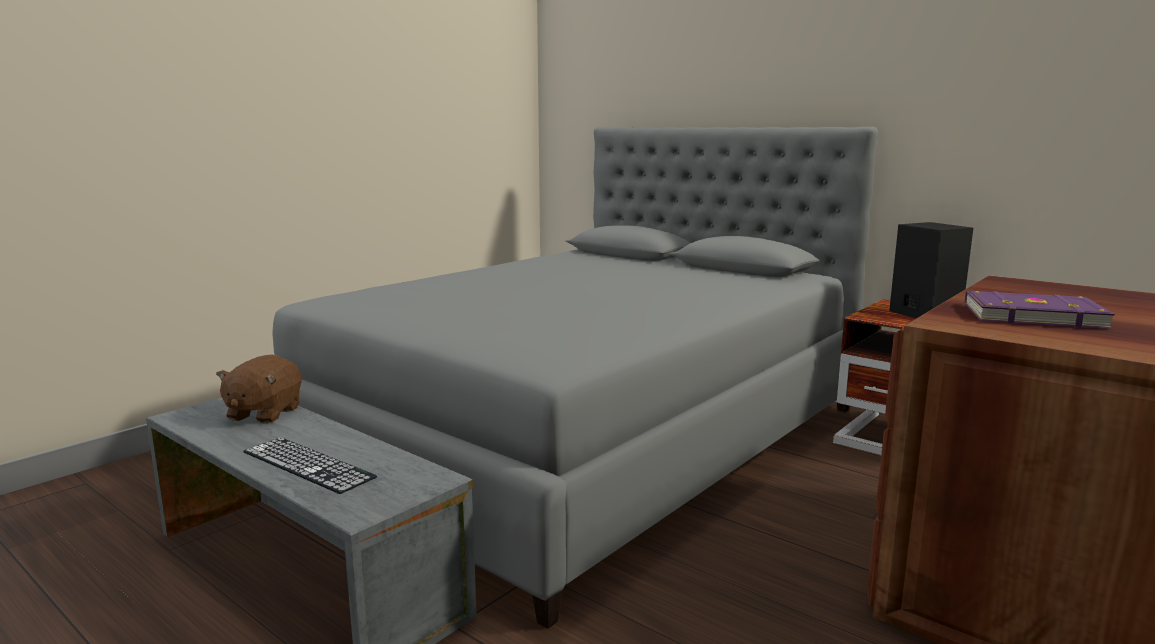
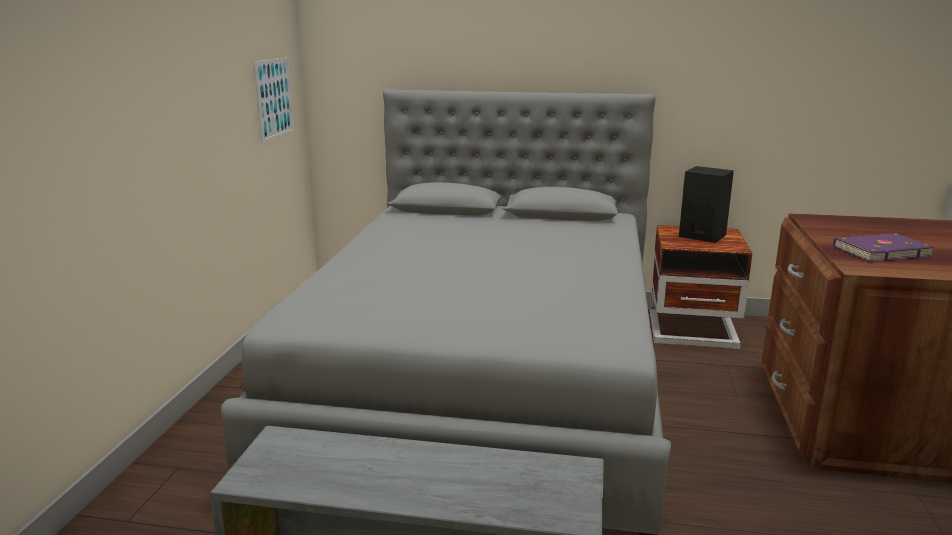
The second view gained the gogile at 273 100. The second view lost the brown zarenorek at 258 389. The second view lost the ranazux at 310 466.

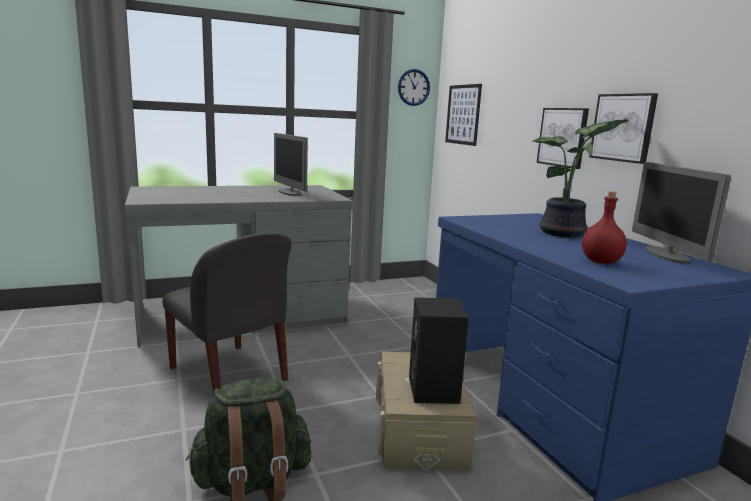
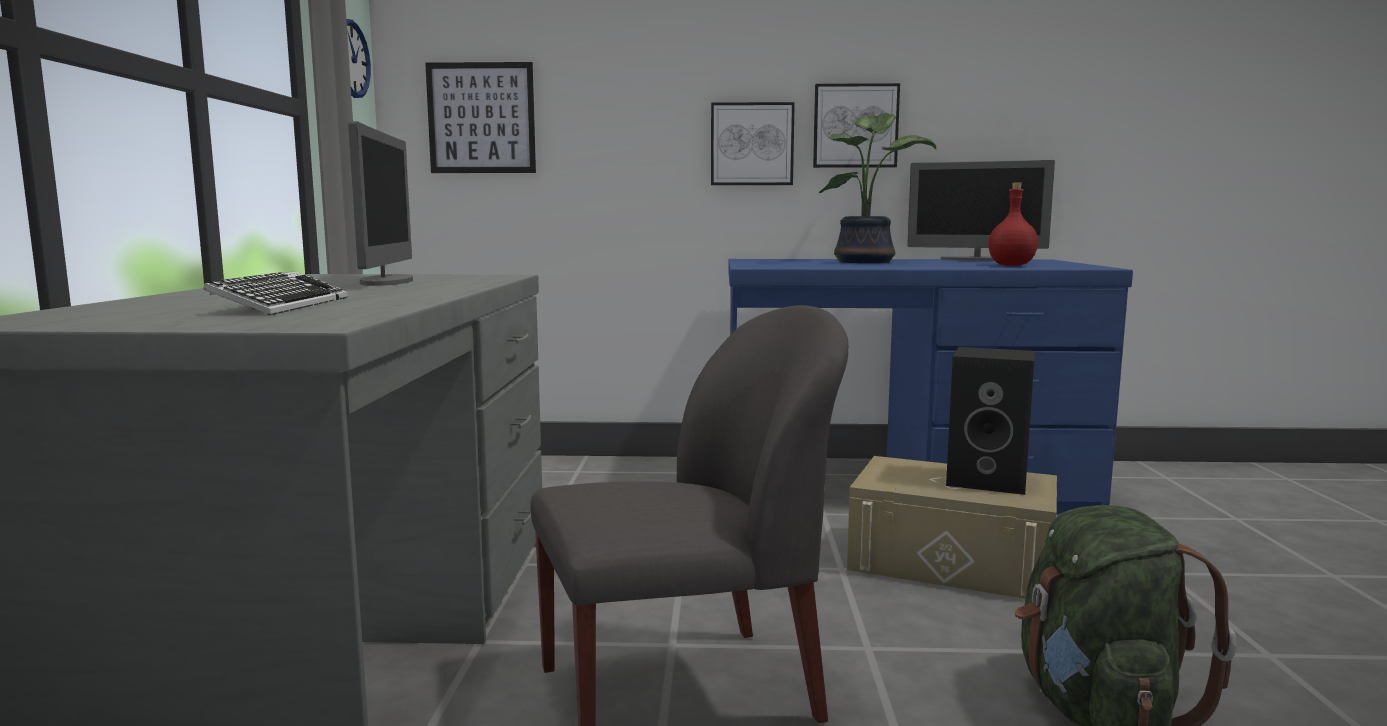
The second view gained the ranazux at 275 293. The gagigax at 291 164 ended up facing another way, 90 degrees counterclockwise from before.

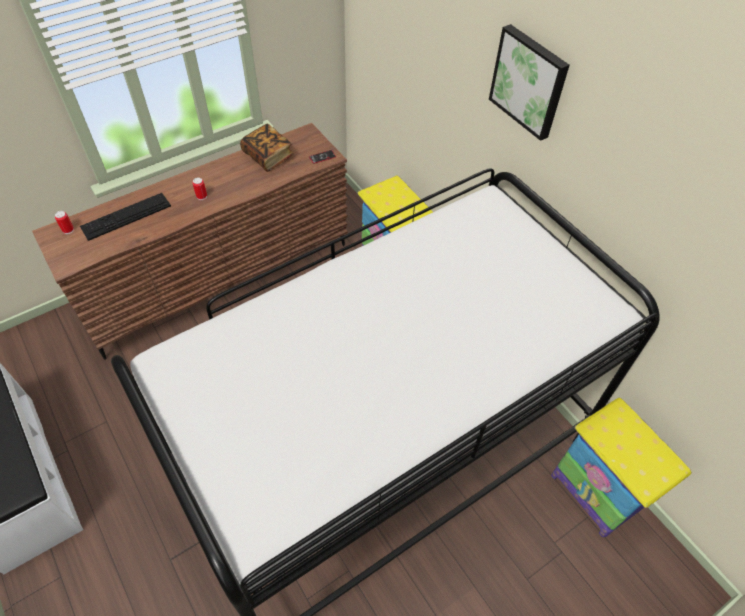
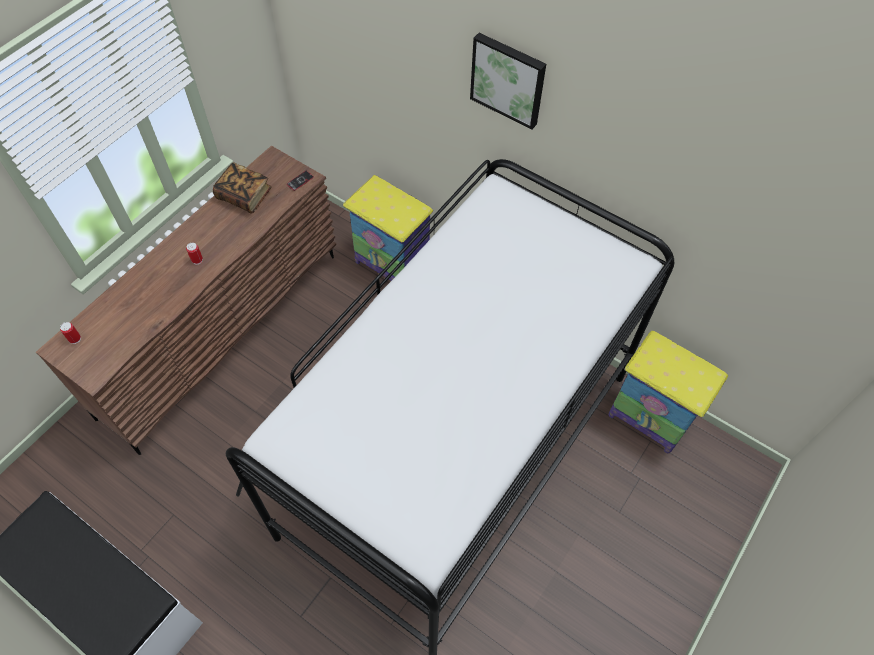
The second view lost the ranazux at 125 217.

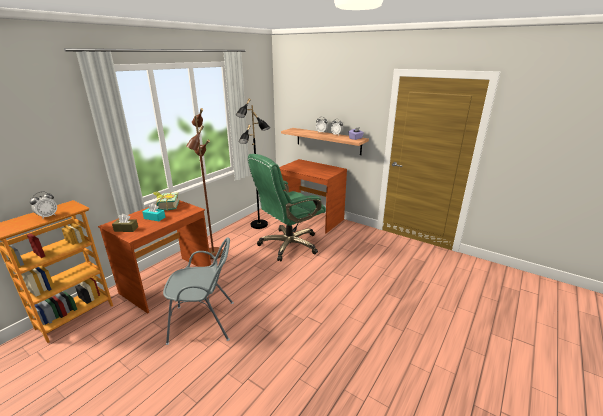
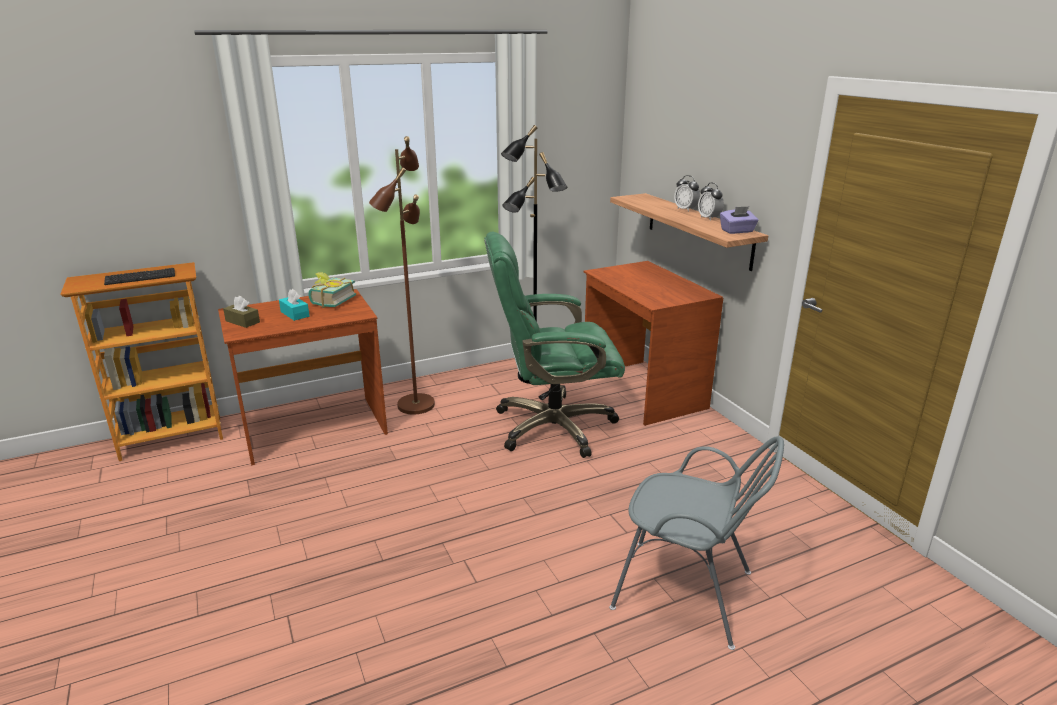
Where the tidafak stood at 43 205, the ranazux came to stand at 139 276. The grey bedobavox ended up elsewhere, having gone from 198 291 to 696 543.

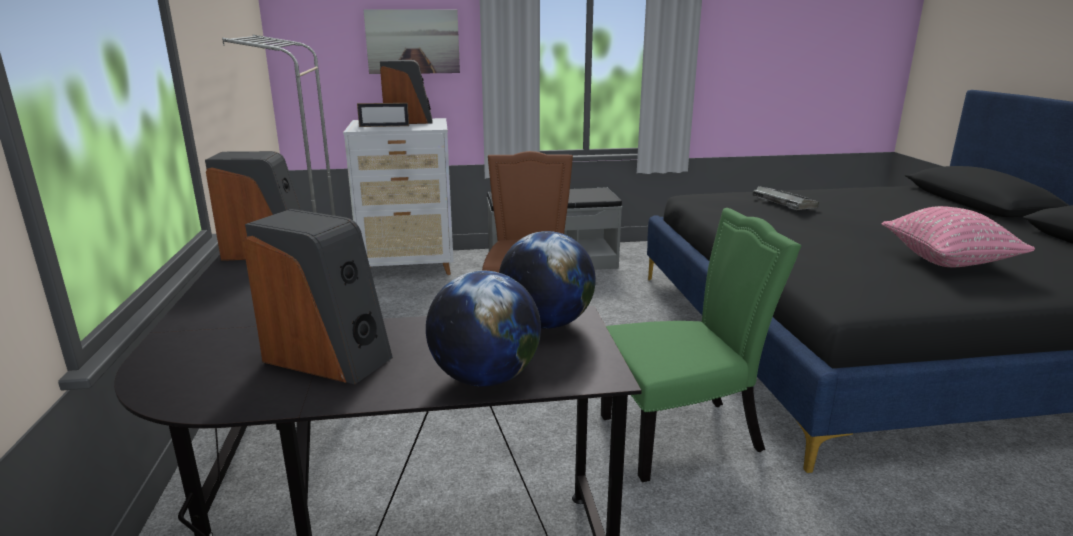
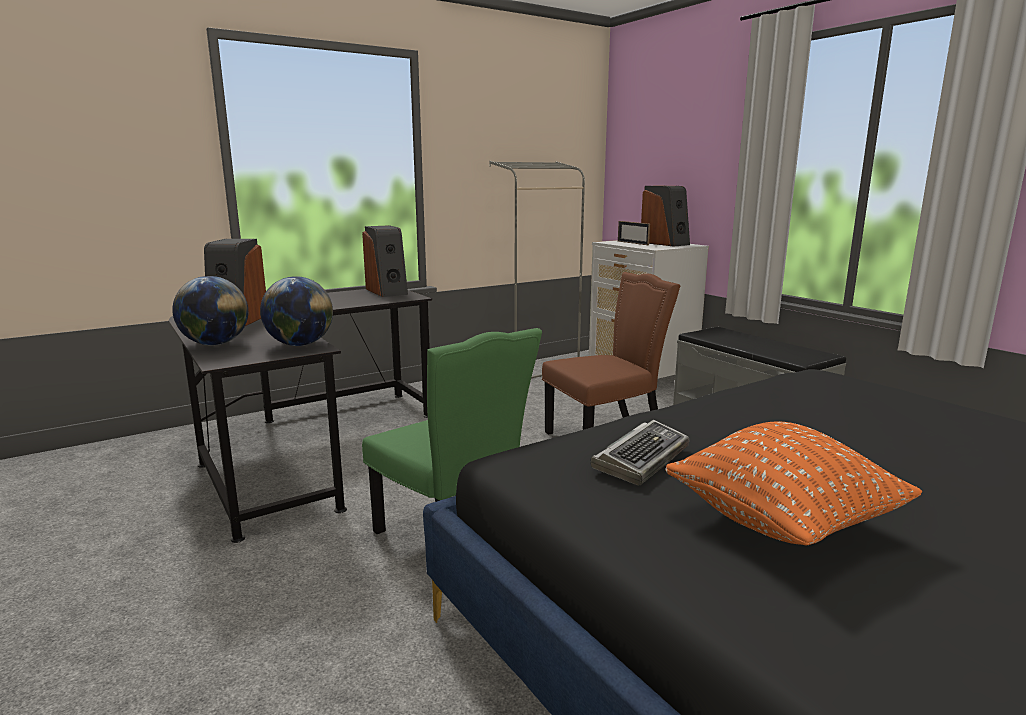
The ranazux ended up elsewhere, having gone from 786 198 to 639 453. What was the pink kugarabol at 958 236 turned into the orange kugarabol at 793 483. The second view lost the gogile at 411 41.

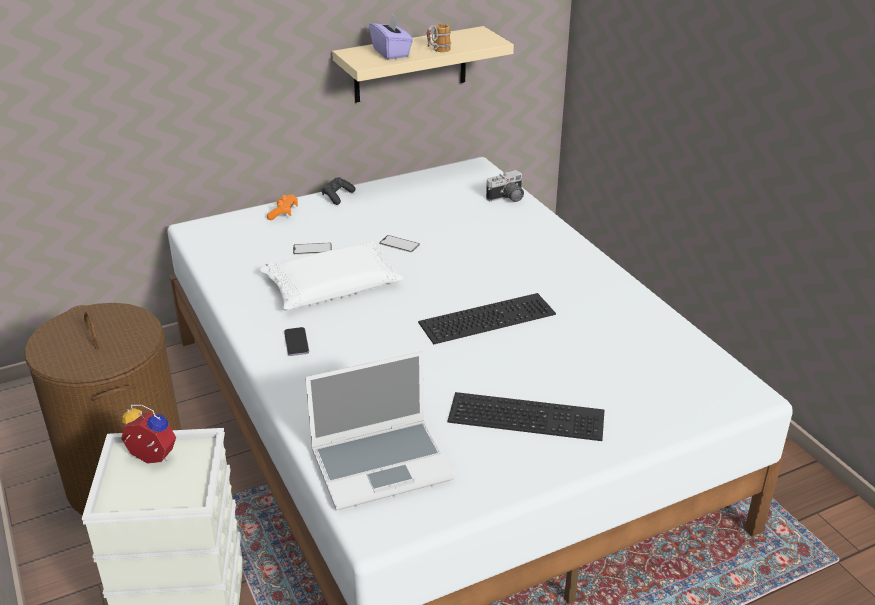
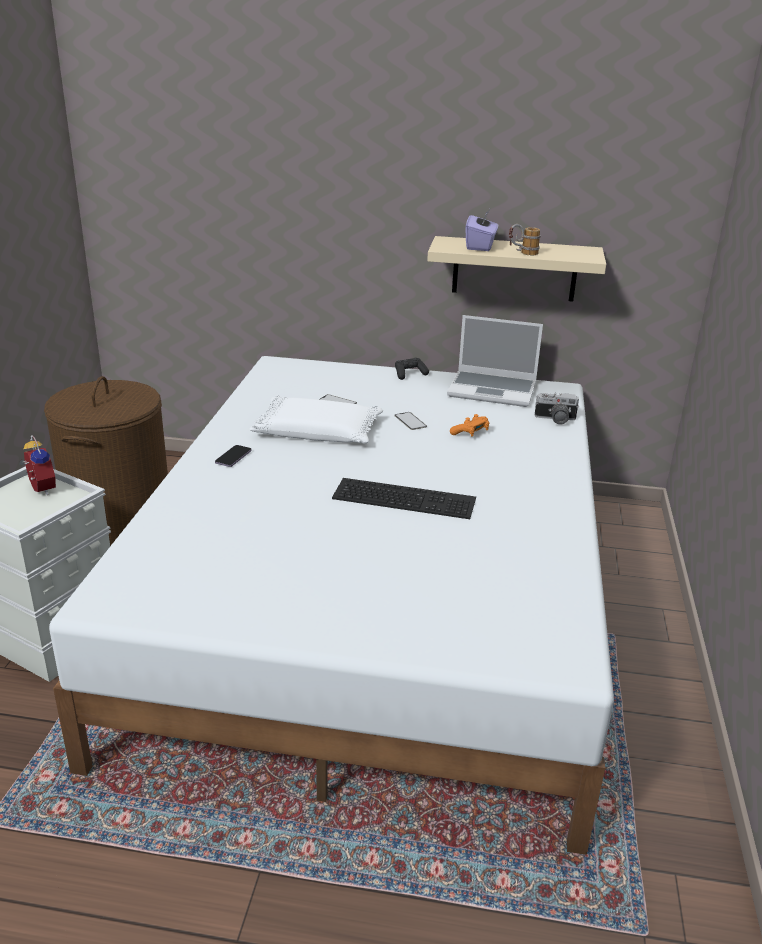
The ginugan ended up elsewhere, having gone from 379 430 to 495 361. The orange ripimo ended up elsewhere, having gone from 282 207 to 469 425. The second view lost the ranazux at 526 416.

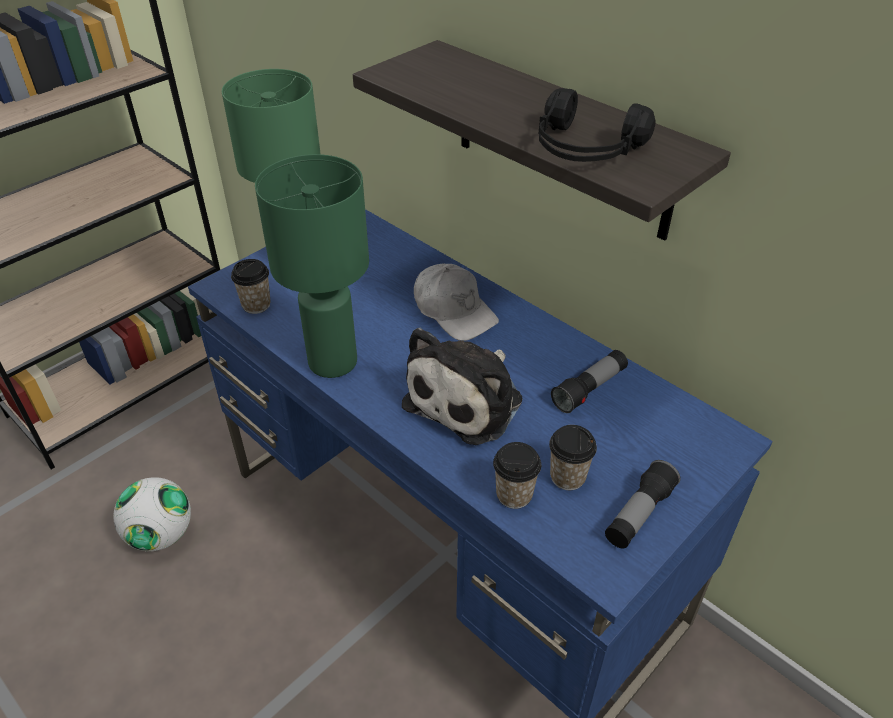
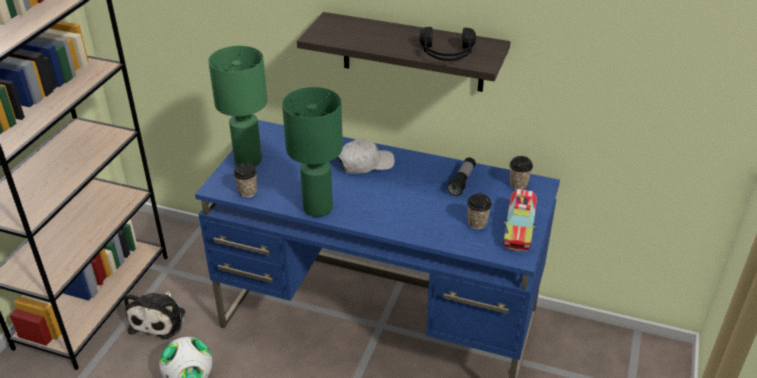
The zarenorek ended up elsewhere, having gone from 462 386 to 154 315. The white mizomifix at 456 302 ended up facing another way, 45 degrees counterclockwise from before. Where the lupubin stood at 642 504, the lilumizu came to stand at 520 220. The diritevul ended up elsewhere, having gone from 517 475 to 521 173.

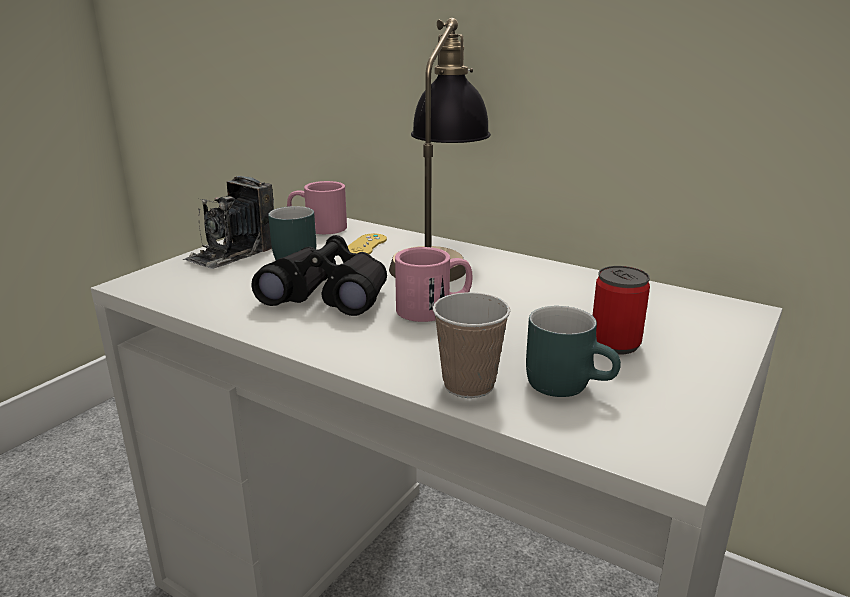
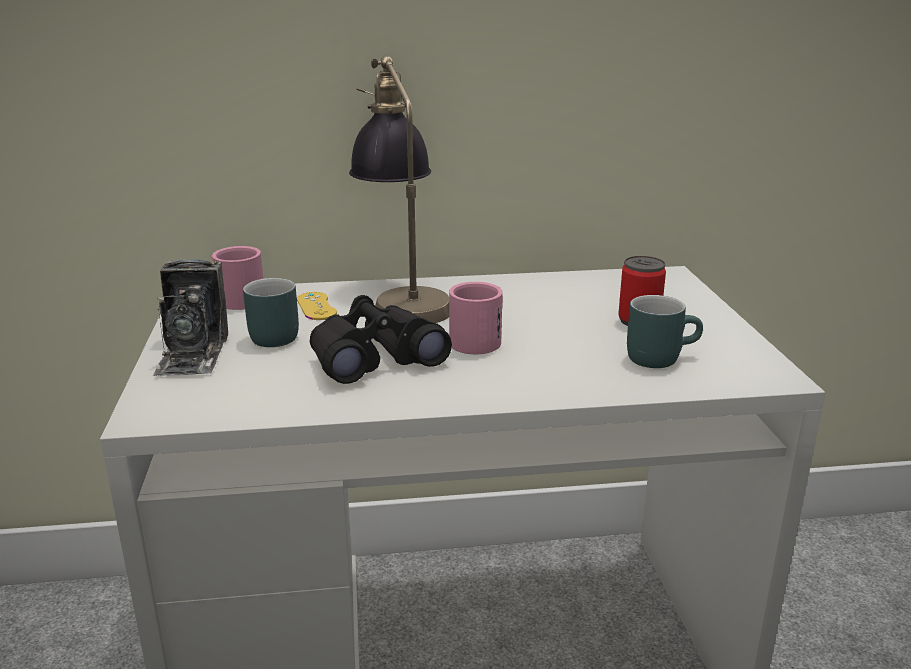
The second view lost the diritevul at 471 345.

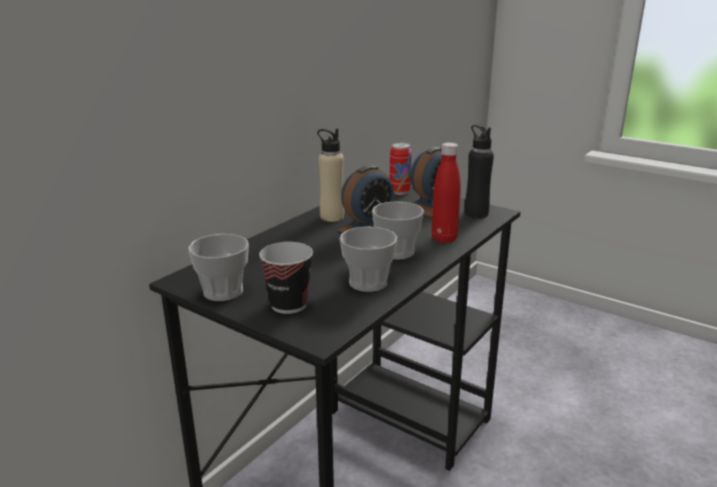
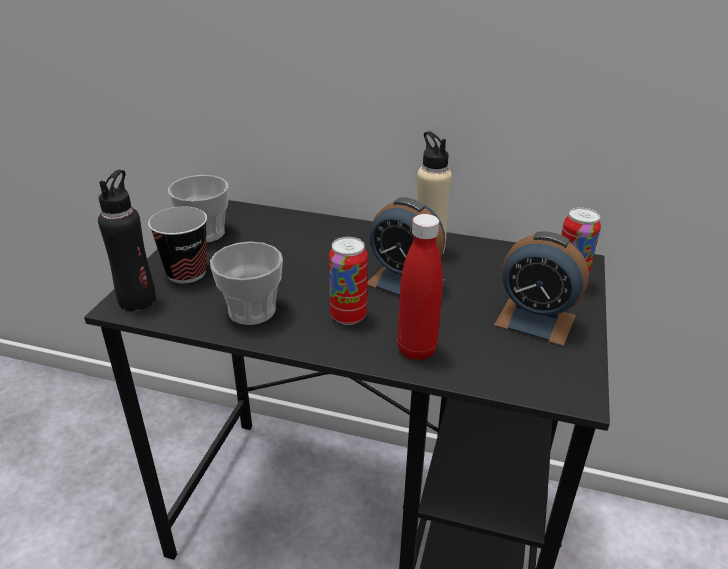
The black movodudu ended up elsewhere, having gone from 479 171 to 127 240. Where the diritevul stood at 398 230, the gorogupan came to stand at 348 281.

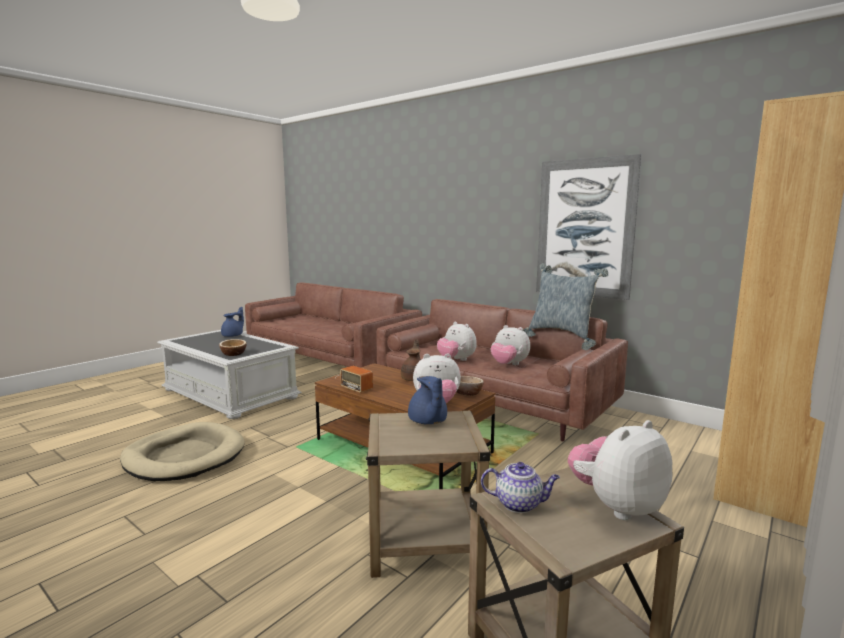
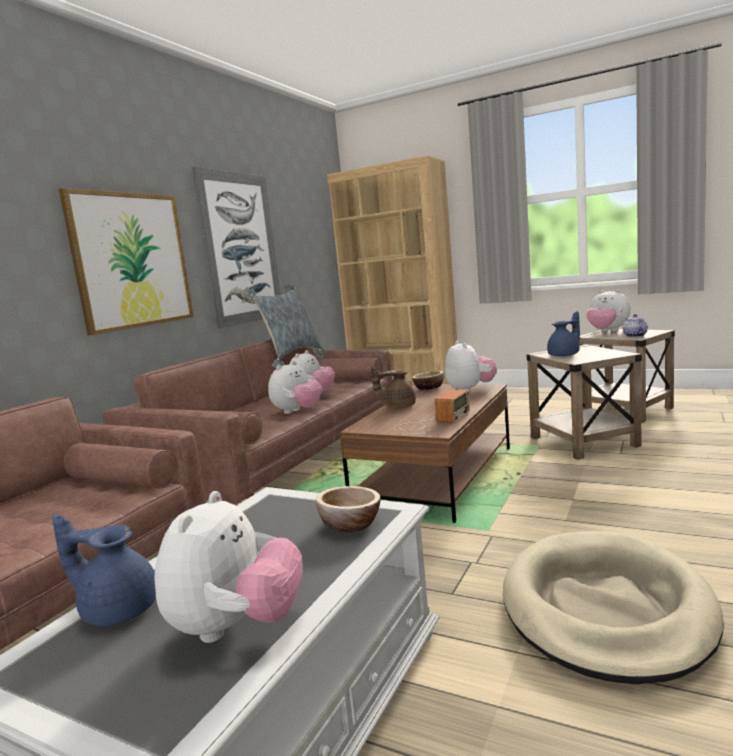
The second view gained the gogile at 126 261. The second view gained the zarenorek at 228 567.

